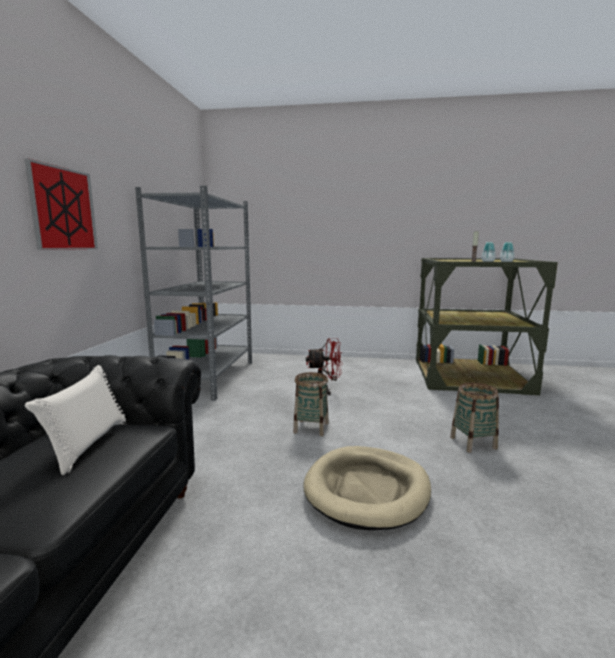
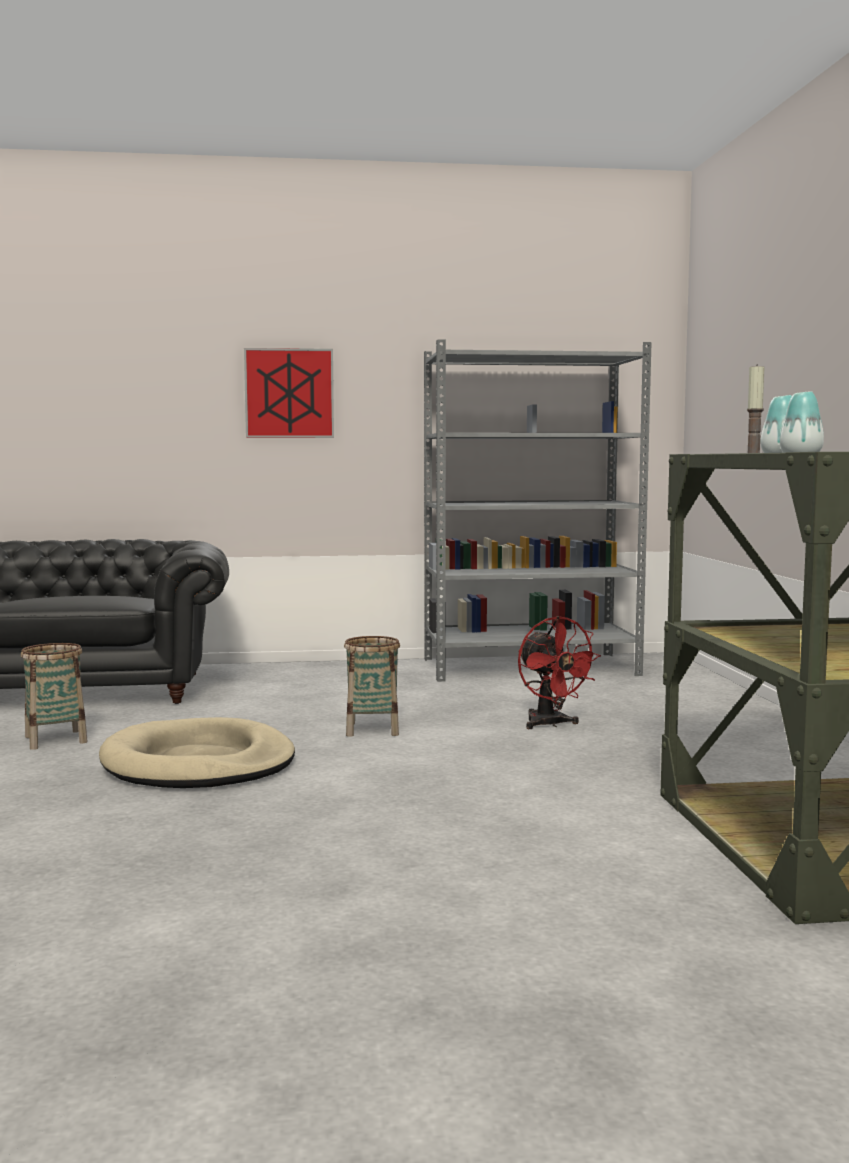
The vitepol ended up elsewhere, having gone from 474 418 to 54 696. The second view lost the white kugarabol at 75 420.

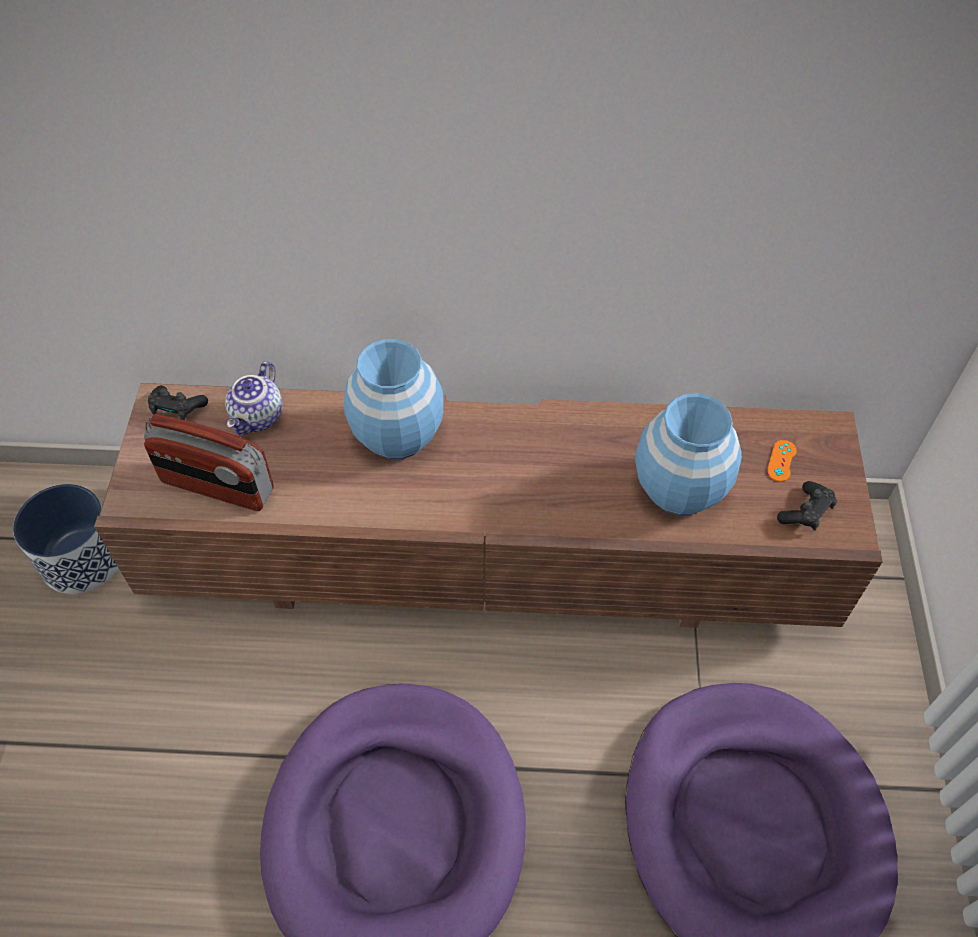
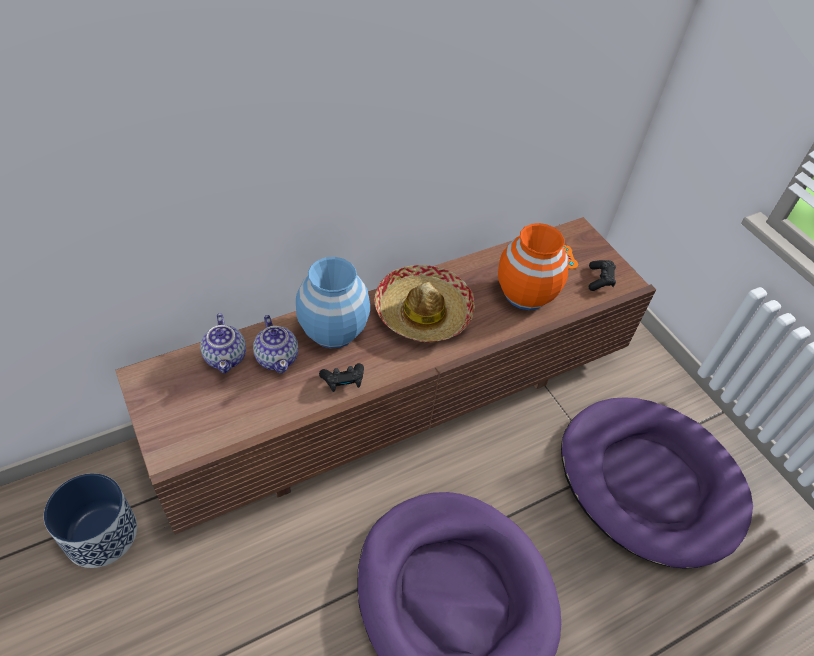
The second view gained the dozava at 275 344. The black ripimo ended up elsewhere, having gone from 178 402 to 341 377. The second view gained the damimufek at 424 304. What was the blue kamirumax at 688 454 turned into the orange kamirumax at 533 266. The second view lost the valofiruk at 209 462.

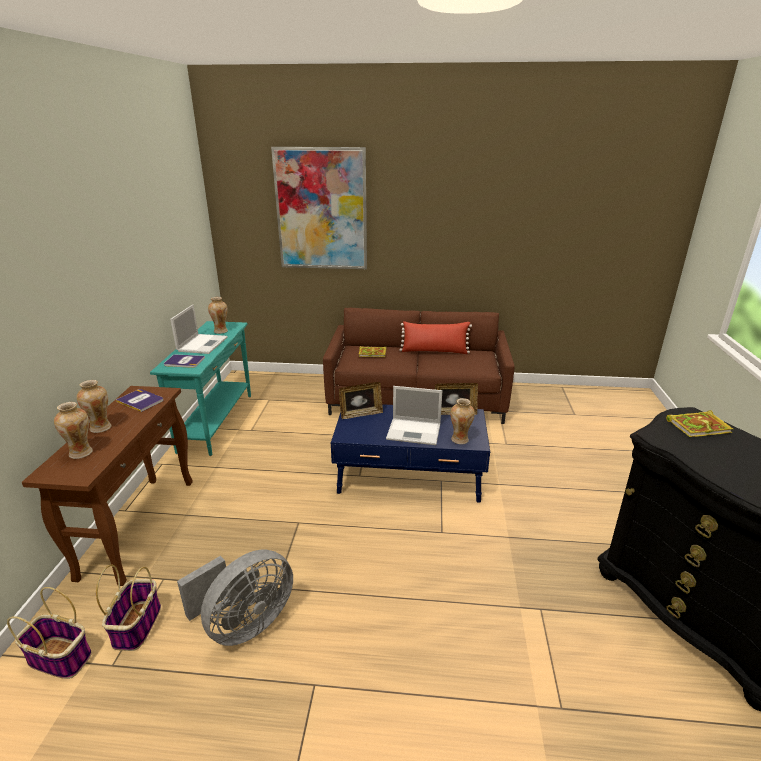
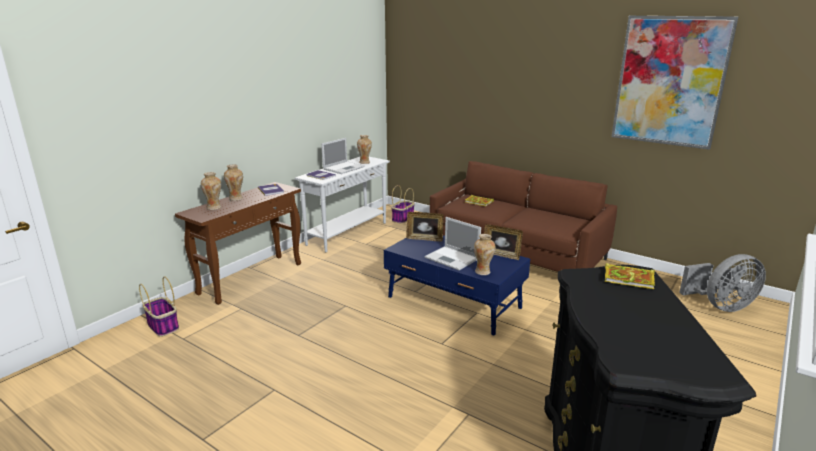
What was the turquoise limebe at 200 388 turned into the white limebe at 342 204. The vitepol ended up elsewhere, having gone from 128 607 to 403 204. The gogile ended up elsewhere, having gone from 319 208 to 675 83. The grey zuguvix ended up elsewhere, having gone from 235 598 to 722 283. The second view lost the red kugarabol at 435 337.

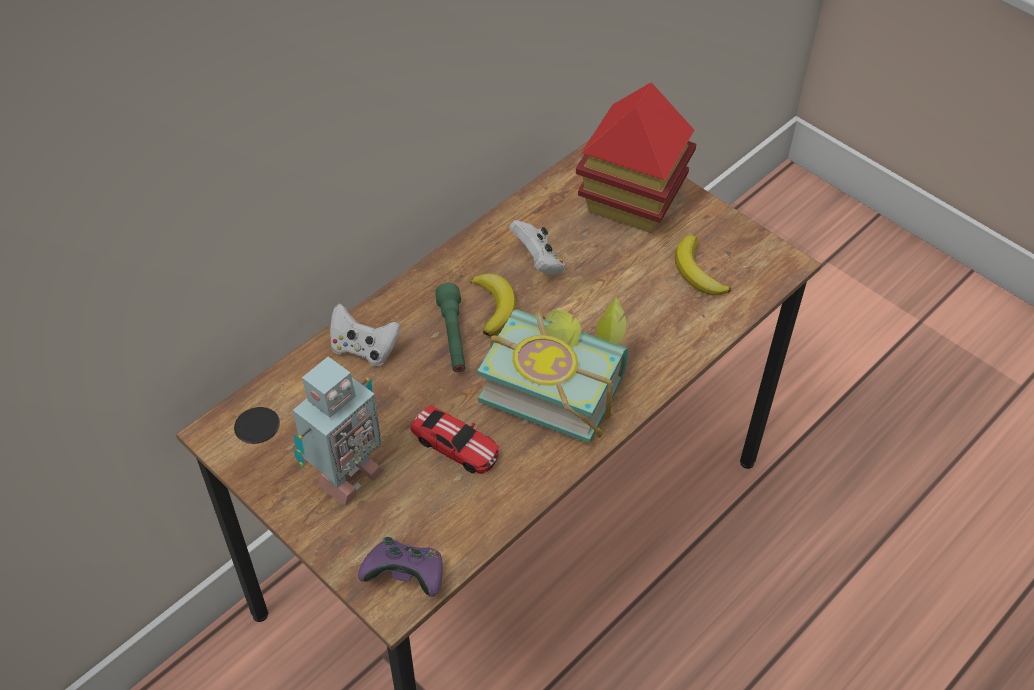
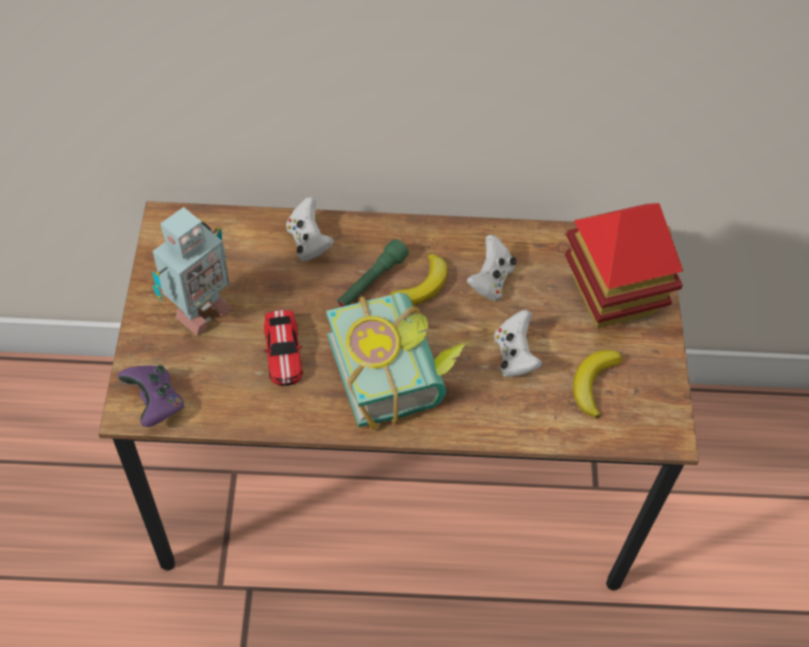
The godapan at 338 431 ended up facing another way, 45 degrees counterclockwise from before. The second view gained the white ripimo at 519 343.

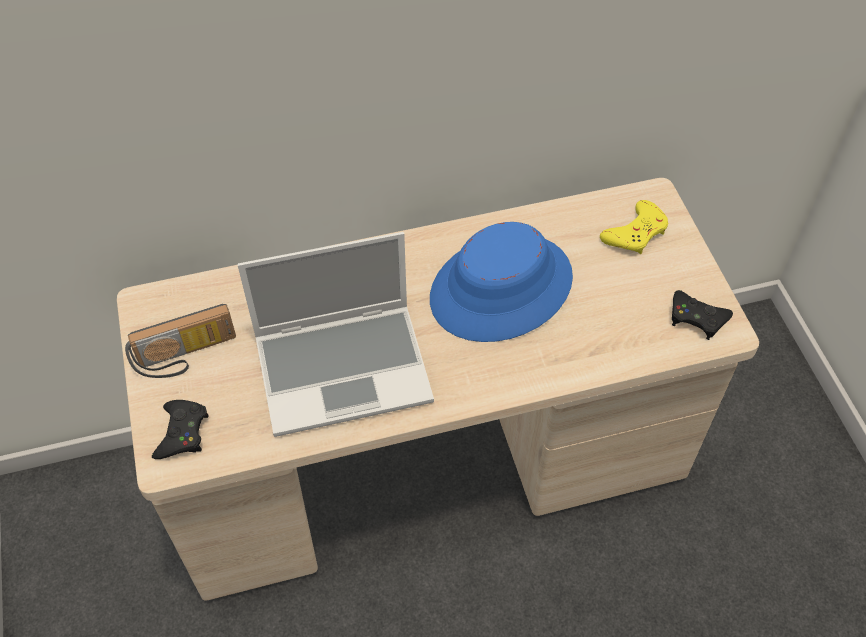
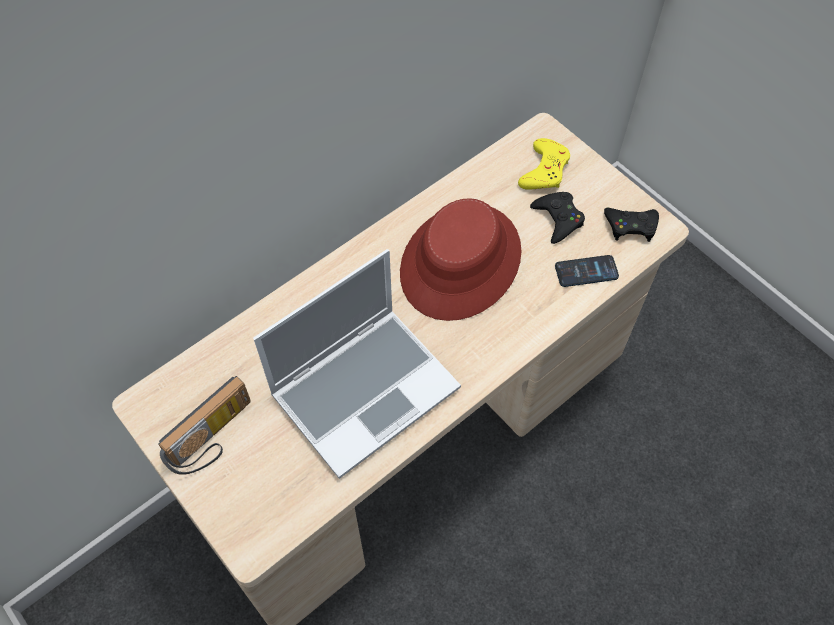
What was the blue damimufek at 501 282 turned into the red damimufek at 460 259. The black ripimo ended up elsewhere, having gone from 180 429 to 557 218. The second view gained the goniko at 587 271.

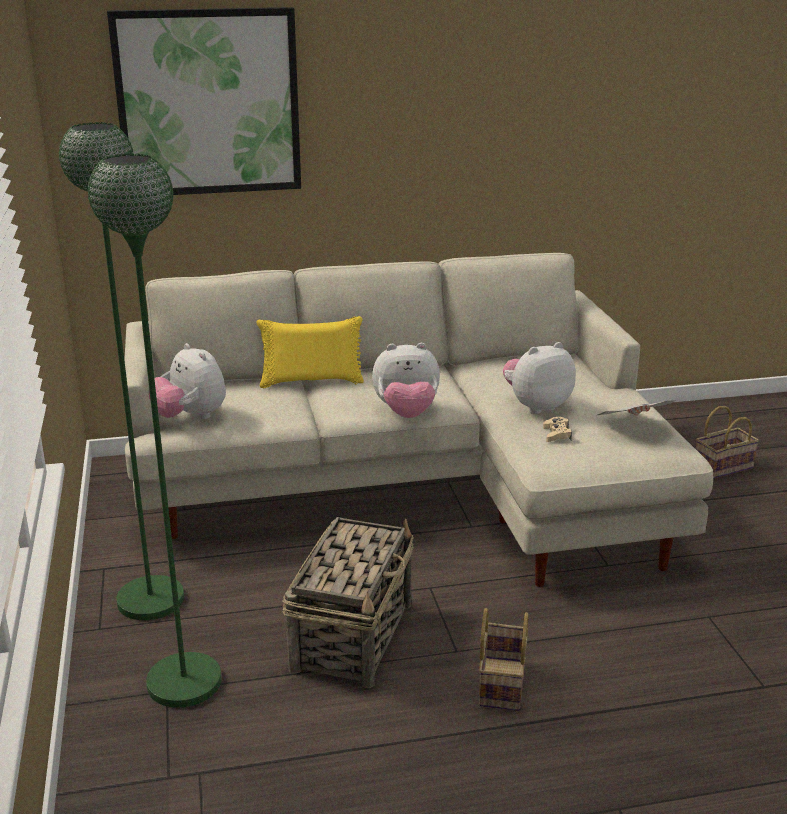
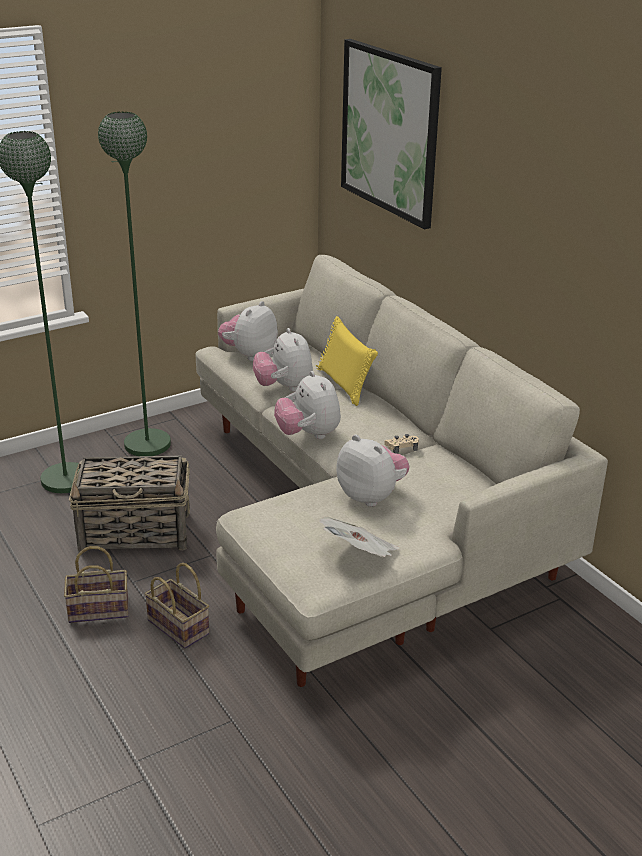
The vitepol ended up elsewhere, having gone from 727 442 to 177 605. The second view gained the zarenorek at 283 360. The beige ripimo ended up elsewhere, having gone from 557 429 to 401 444.

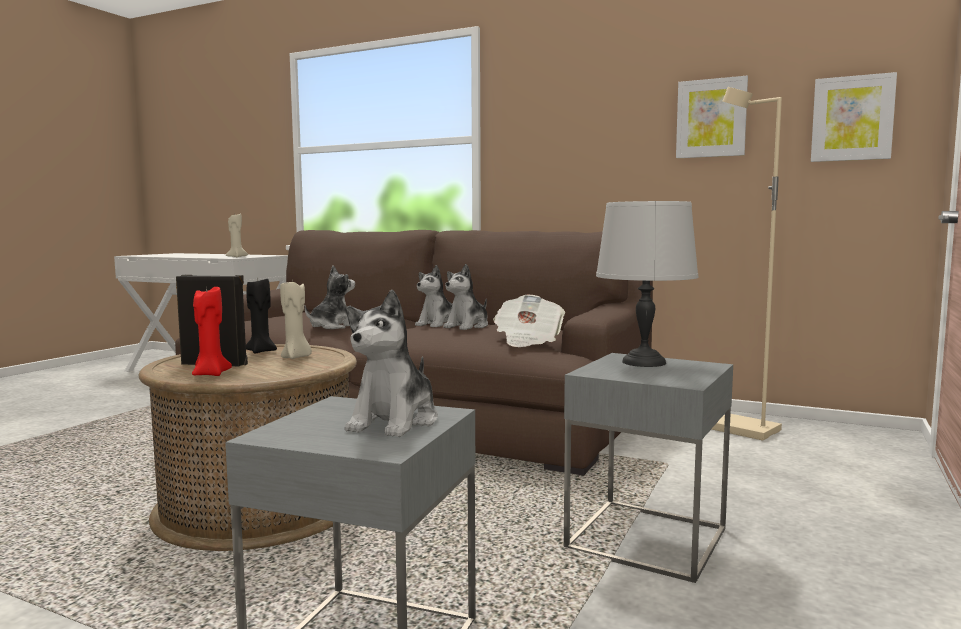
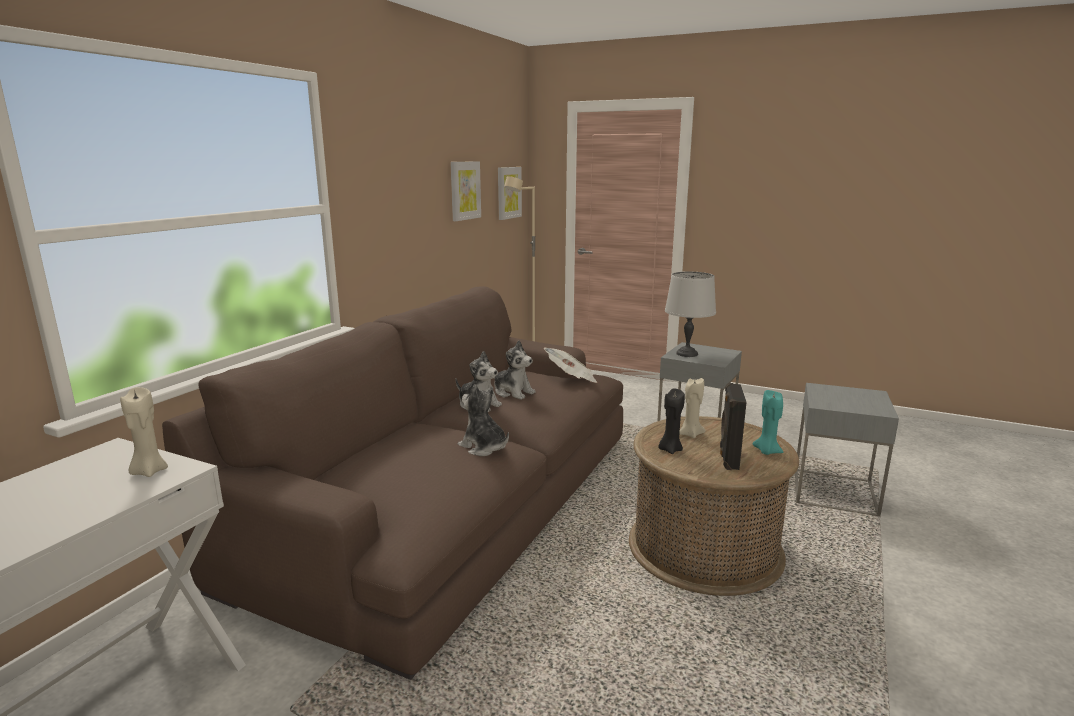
What was the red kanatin at 212 331 turned into the turquoise kanatin at 768 422. The second view lost the zarenorek at 391 363.

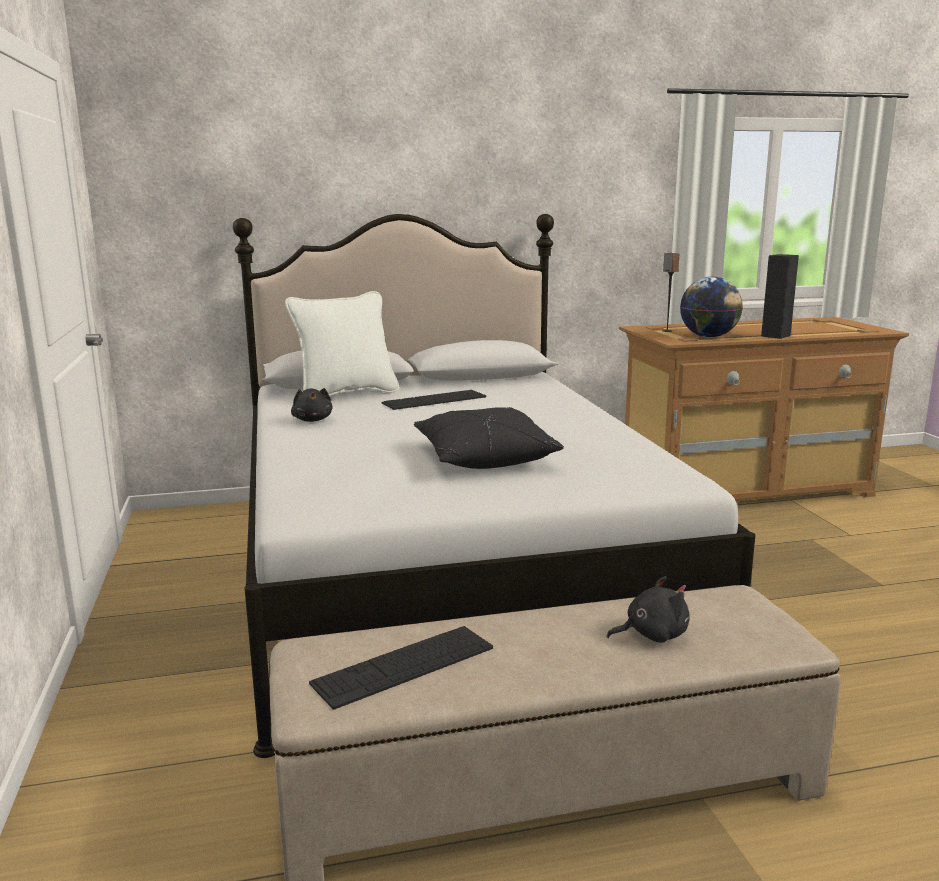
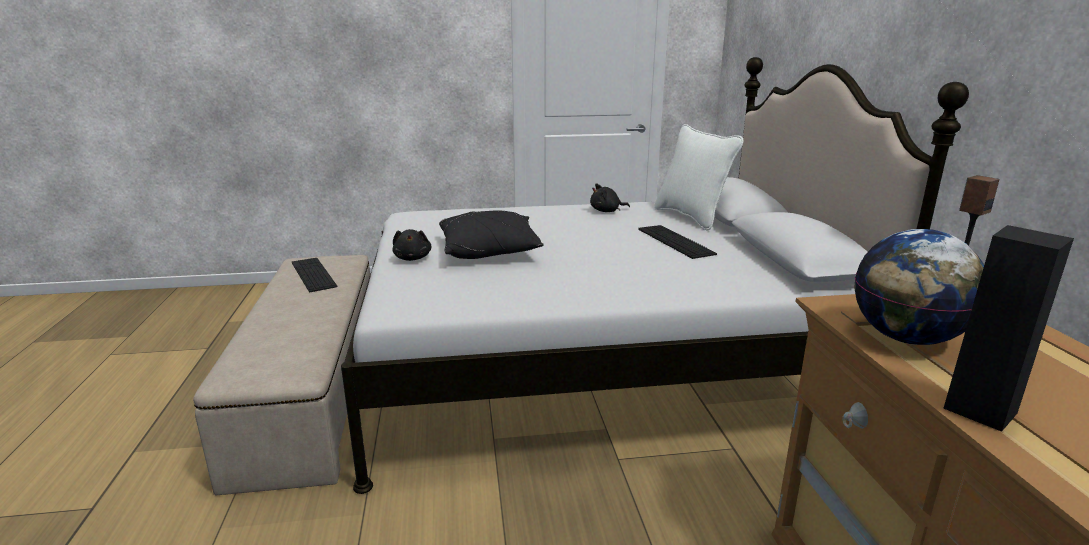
The black zarenorek ended up elsewhere, having gone from 648 609 to 411 245.

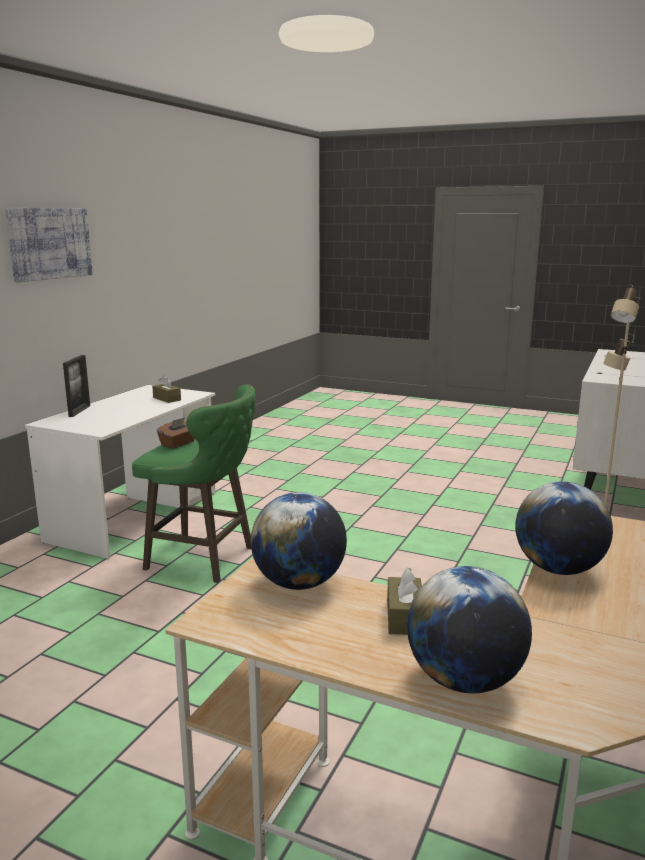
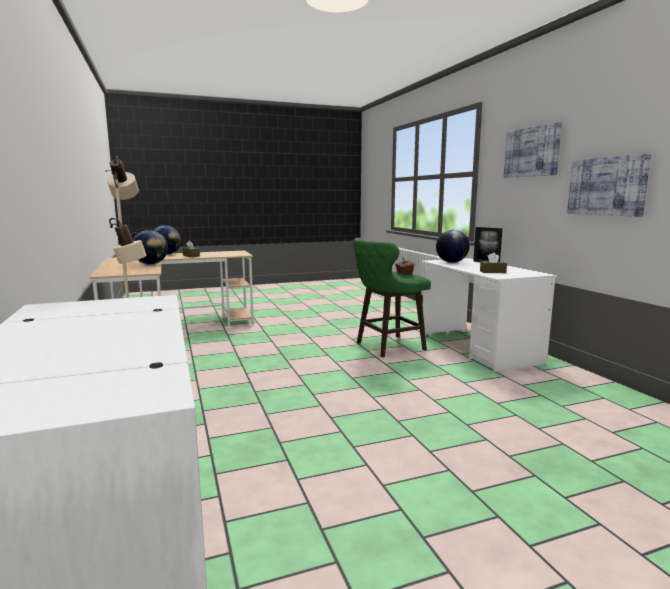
The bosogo ended up elsewhere, having gone from 299 541 to 453 246. The second view gained the gogile at 609 185.

